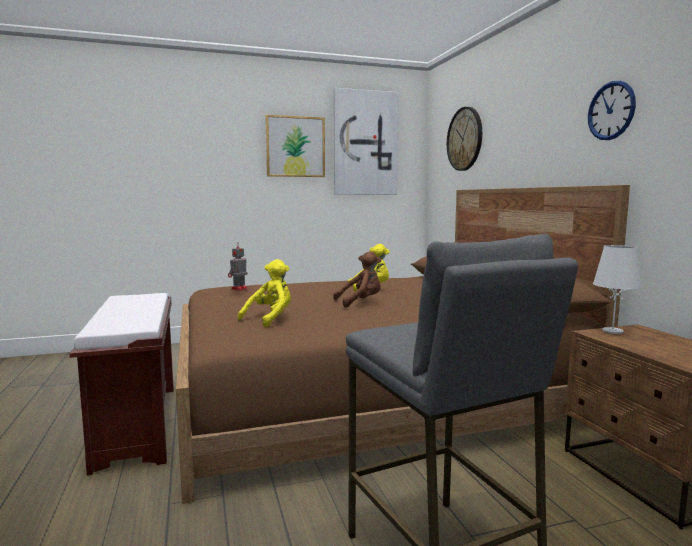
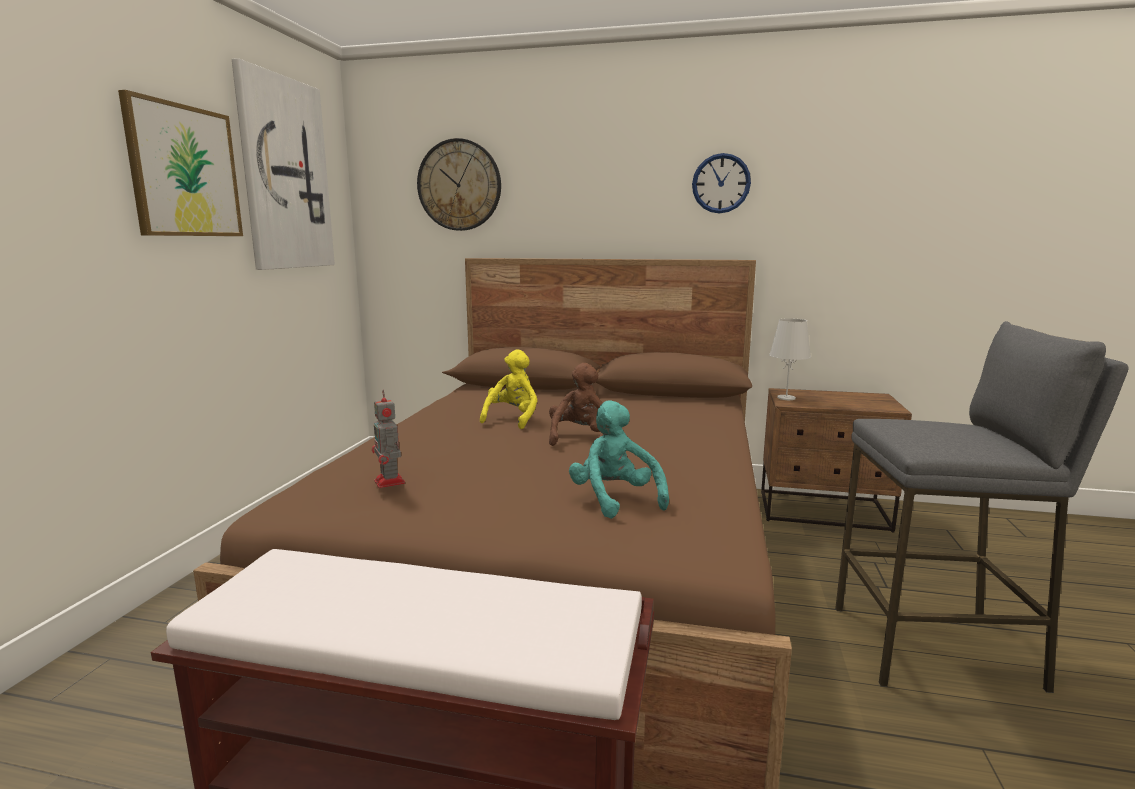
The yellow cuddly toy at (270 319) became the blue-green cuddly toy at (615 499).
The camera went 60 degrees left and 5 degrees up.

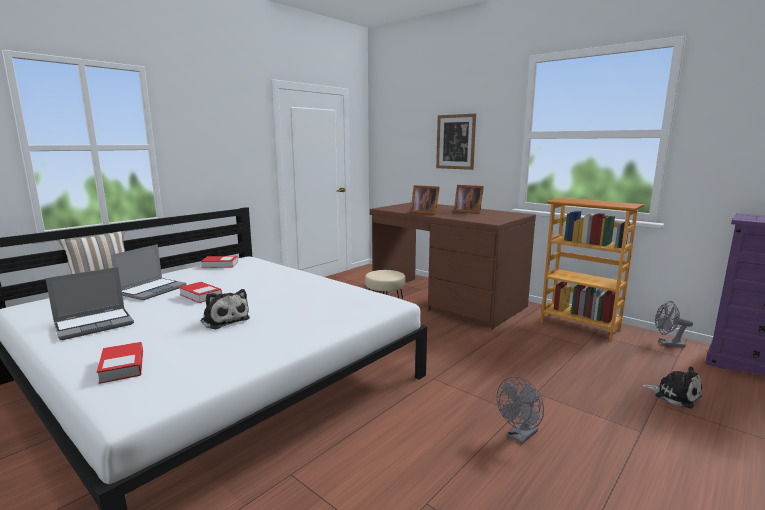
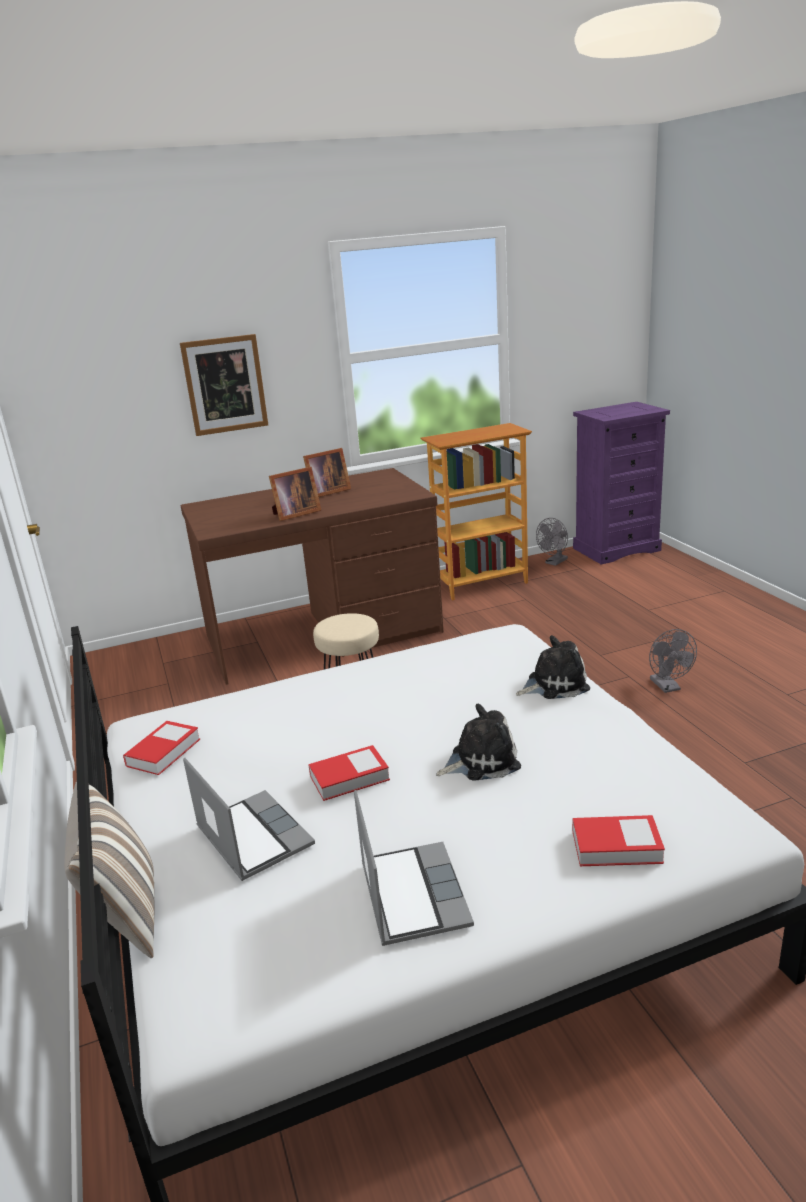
The cuddly toy moved from (674 395) to (554 684).
The camera went 60 degrees left and 10 degrees up.

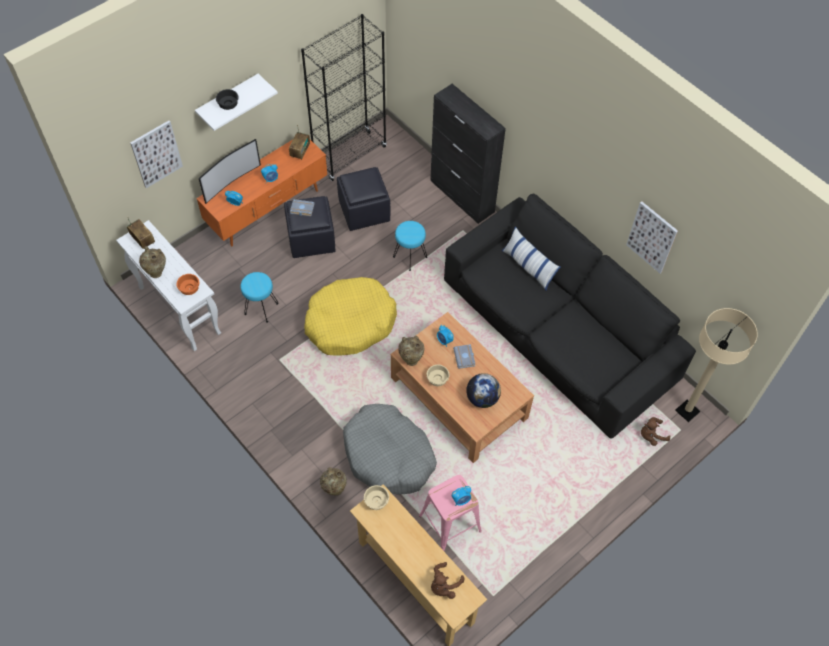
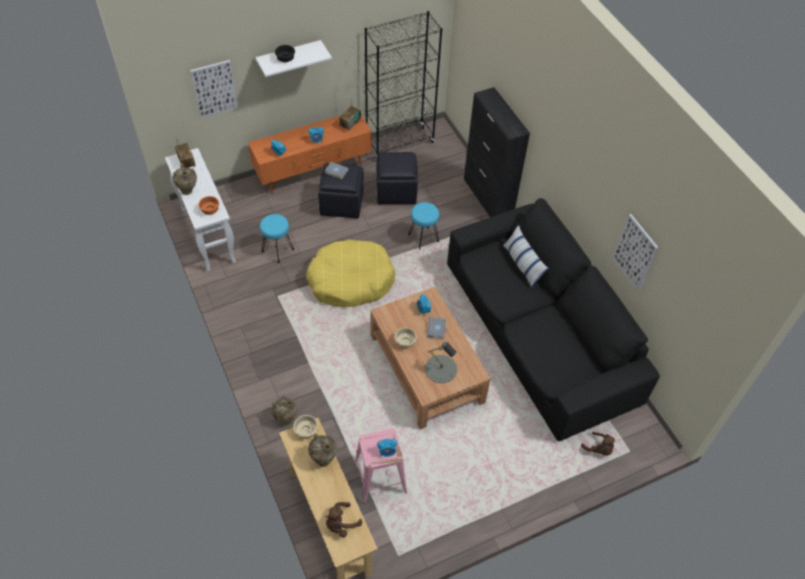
The beige flower vase moved from (411 359) to (323 459).
The desk globe at (482 398) was replaced by the gray table lamp at (441 369).
The brown cuddly toy at (651 435) turned 135 degrees counterclockwise.
The television at (231 182) disappeared.
The gray pet bed at (388 455) disappeared.
The beige standing lamp at (687 411) disappeared.
The camera went 15 degrees right and 5 degrees down.

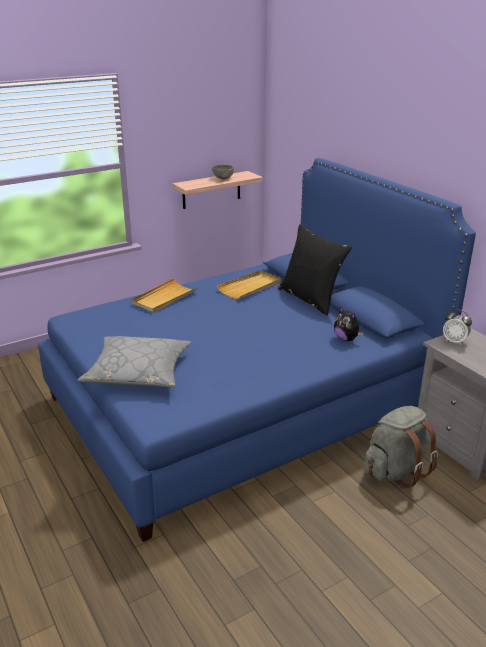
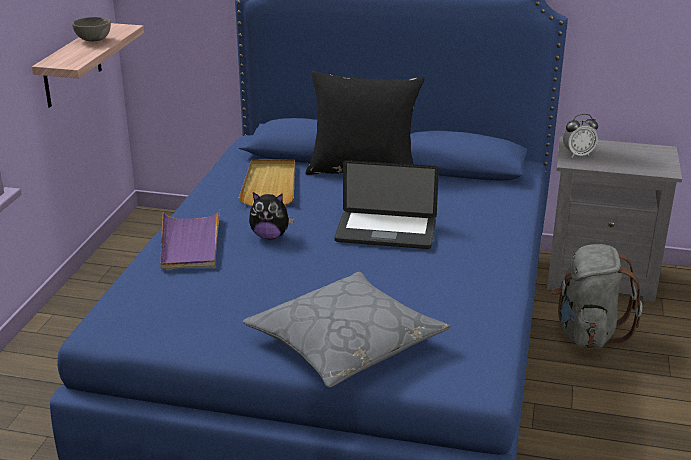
The beige tray at (164 298) became the purple tray at (190 243).
The cuddly toy moved from (346 339) to (270 236).
The portable computer at (385 232) appeared.
The camera went 45 degrees left and 0 degrees up.

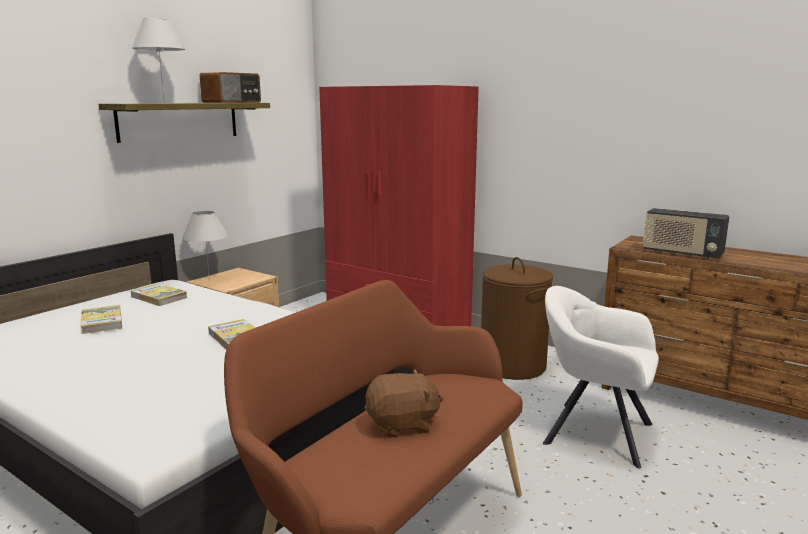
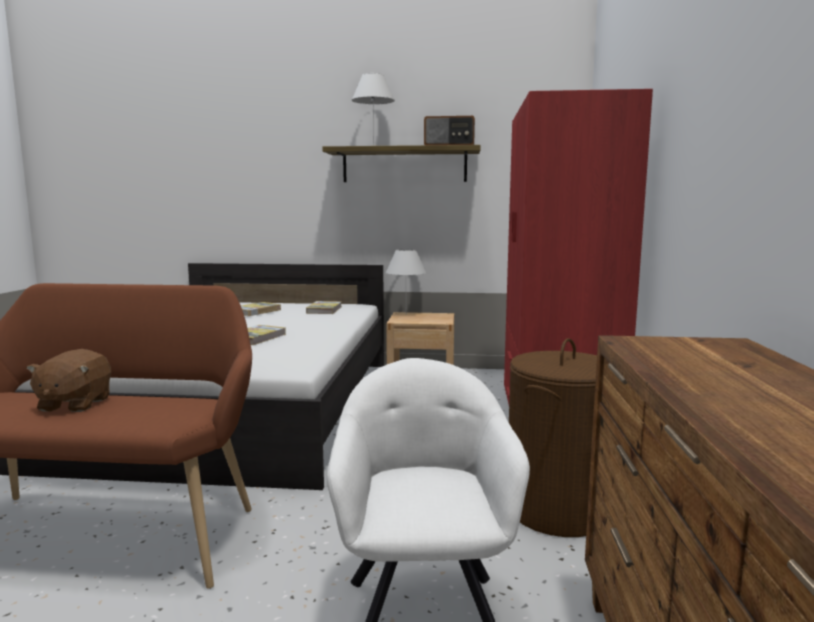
The brown cuddly toy at (402 425) turned 45 degrees clockwise.
The radio set at (681 253) disappeared.
The camera went 60 degrees right and 5 degrees down.

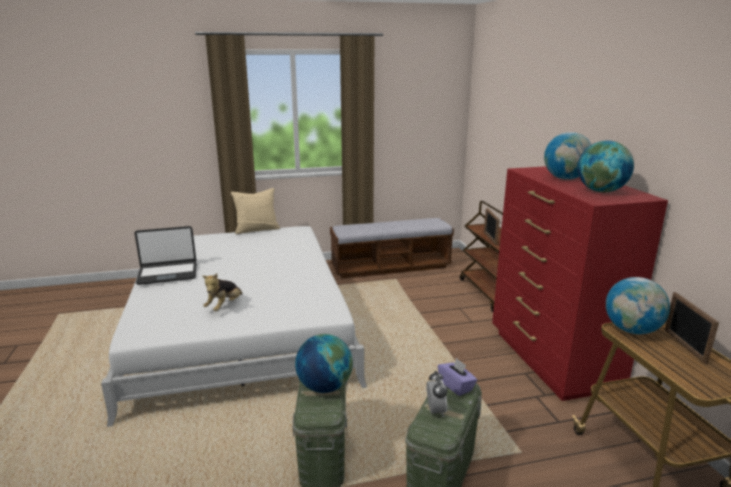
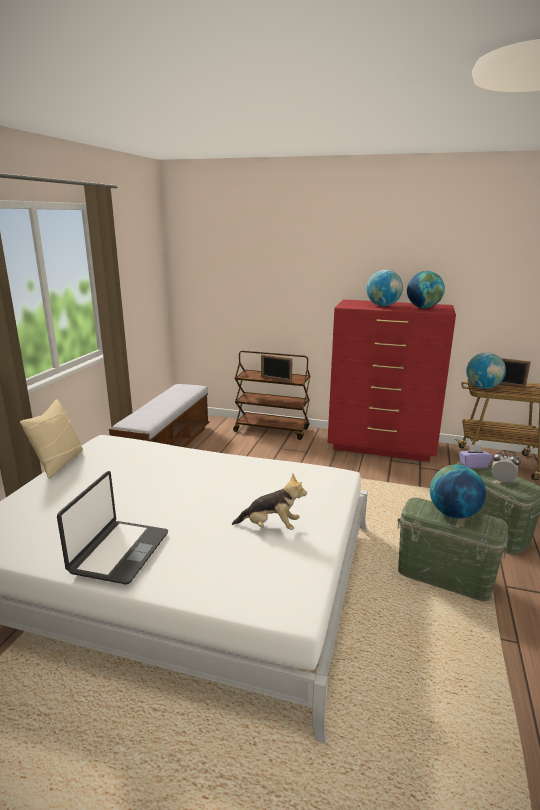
The cuddly toy at (224 306) turned 45 degrees counterclockwise.
The camera went 60 degrees left and 0 degrees up.

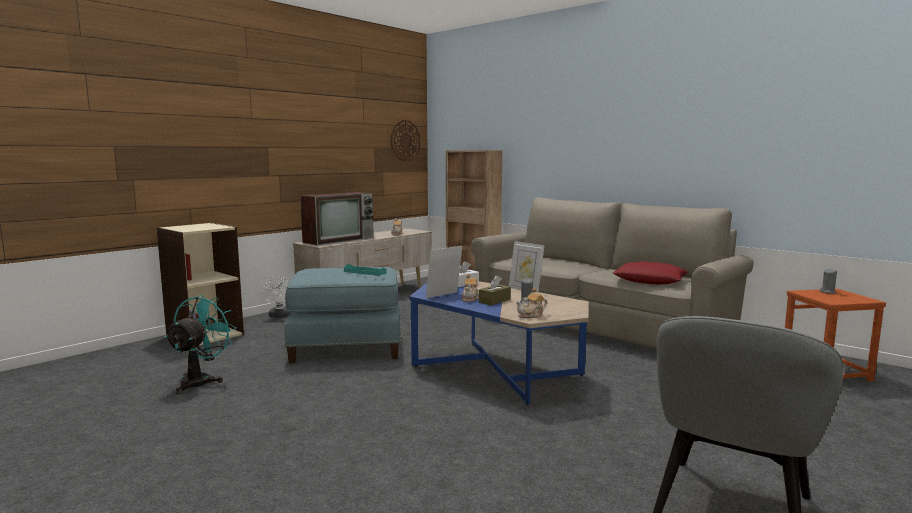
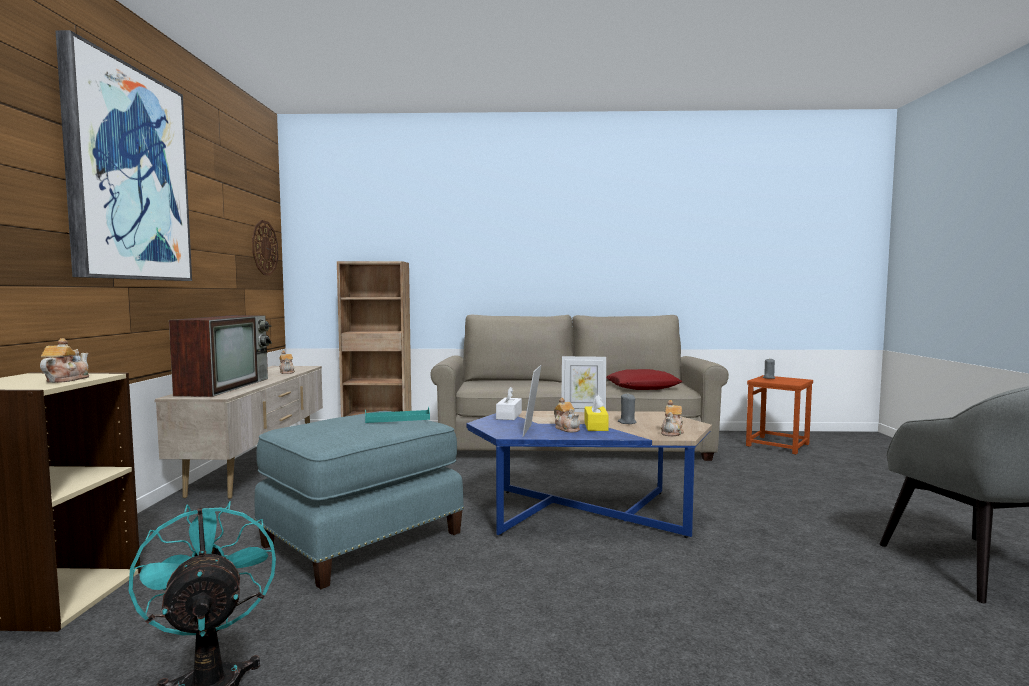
The tea pot at (65 380) appeared.
The wall art at (127 174) appeared.
The brown box of tissues at (494 301) became the yellow box of tissues at (596 426).
The white-coloured electric fan at (279 316) disappeared.
The camera went 40 degrees left and 5 degrees down.

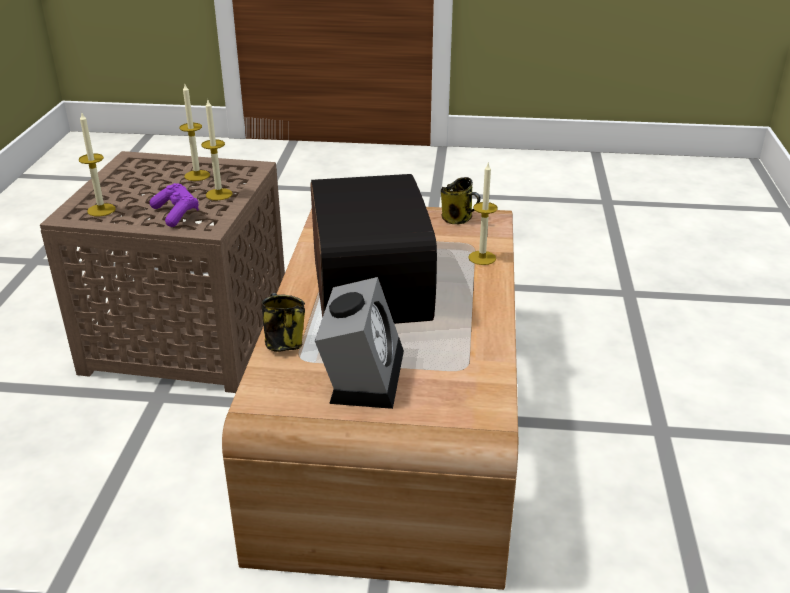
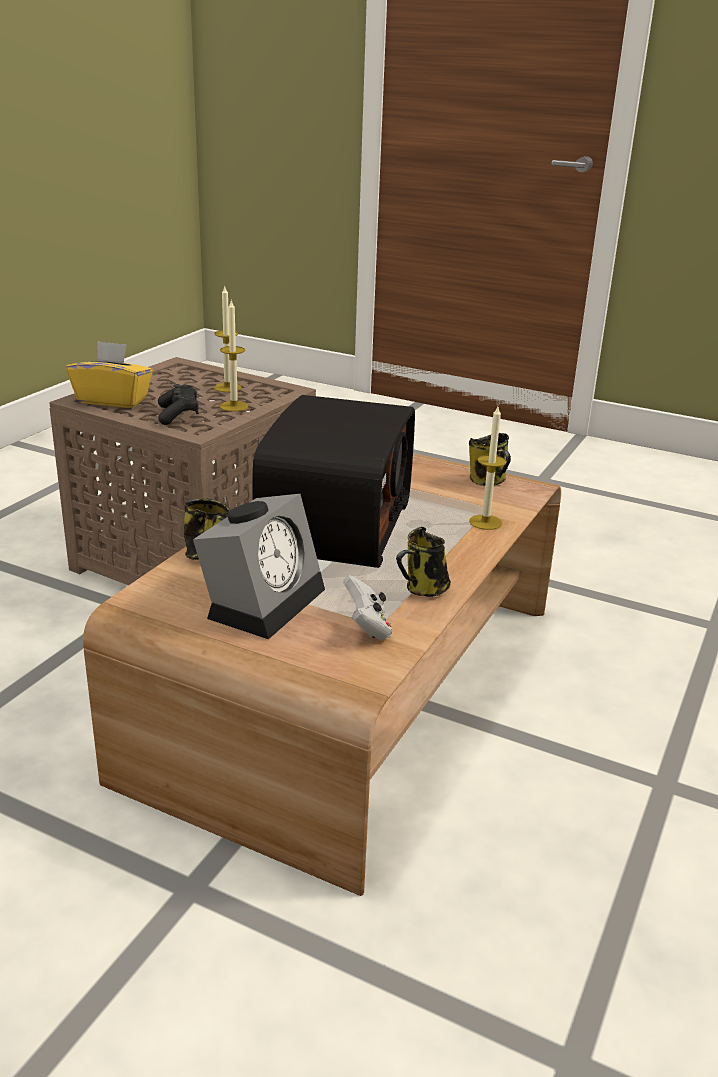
The wax light at (101 210) was replaced by the yellow box of tissues at (113 400).
The purple game controller at (176 214) became the black game controller at (178 415).
The white-coloured game controller at (367 627) appeared.
The coffee mug at (423 590) appeared.
The camera went 20 degrees right and 5 degrees down.

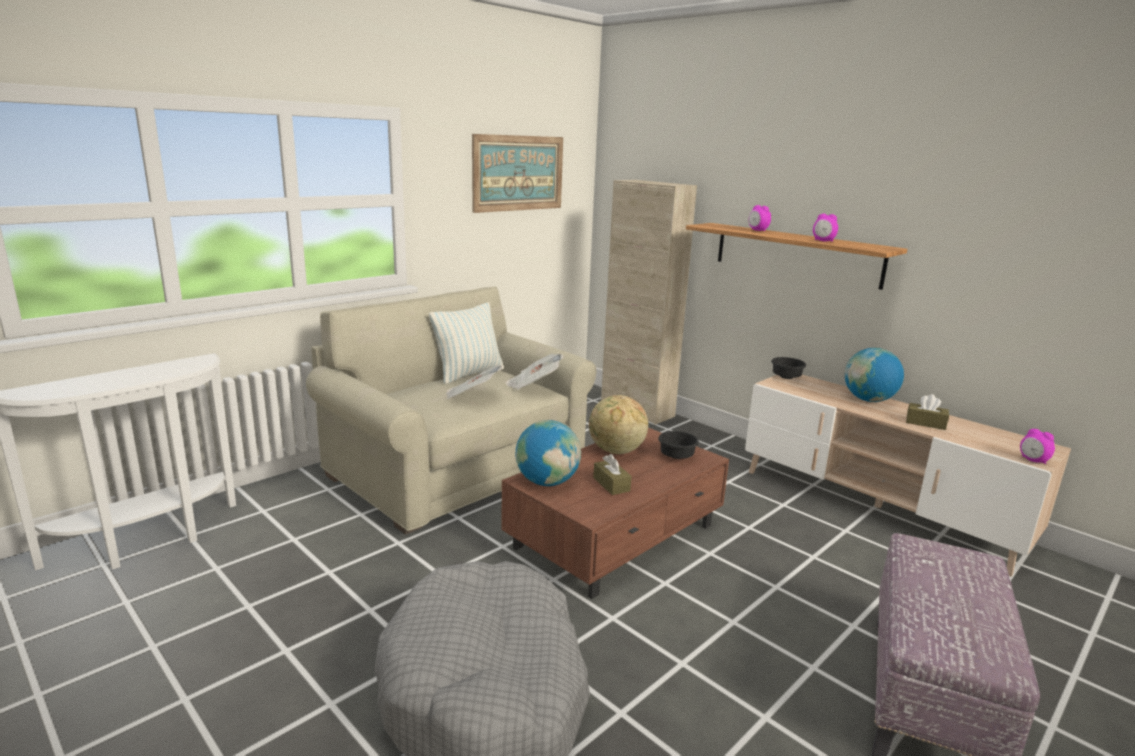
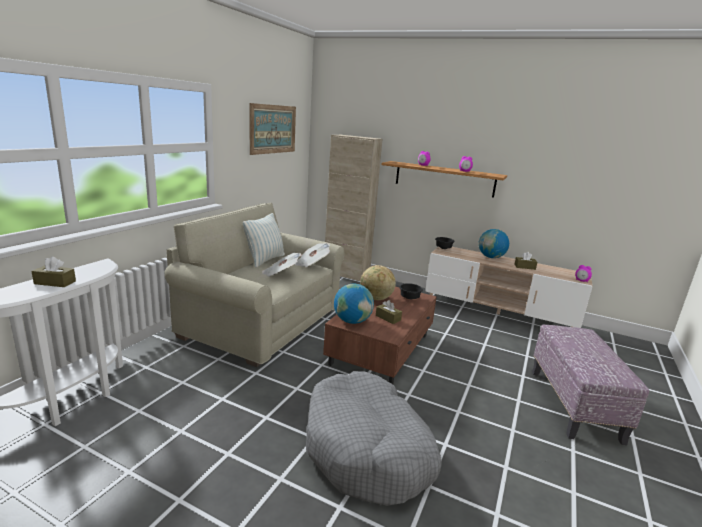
The brown box of tissues at (55 282) appeared.
The camera went 20 degrees left and 0 degrees up.

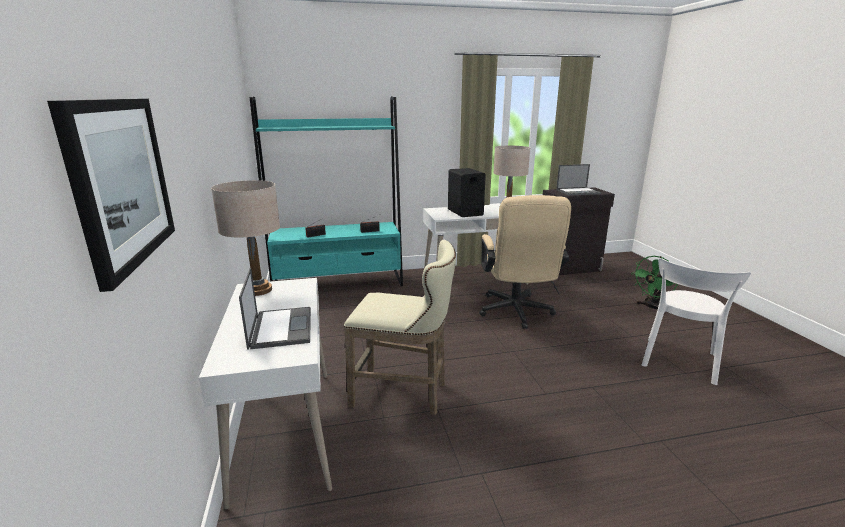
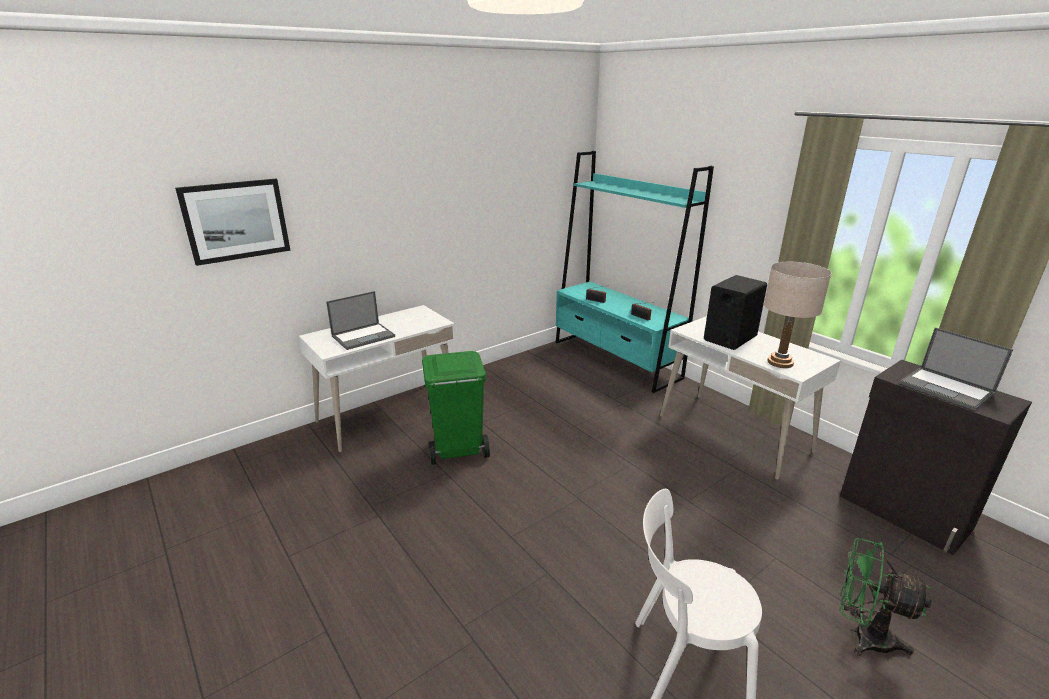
The beige stool seat at (404 394) was replaced by the green rubbish bin at (457 451).
The beige table lamp at (258 290) disappeared.
The beige computer chair at (516 313) disappeared.
The camera went 65 degrees right and 5 degrees up.

